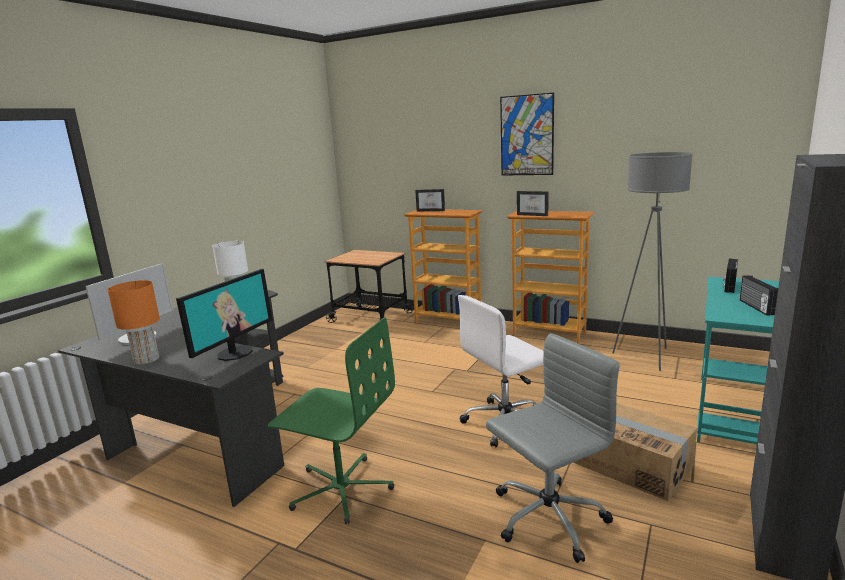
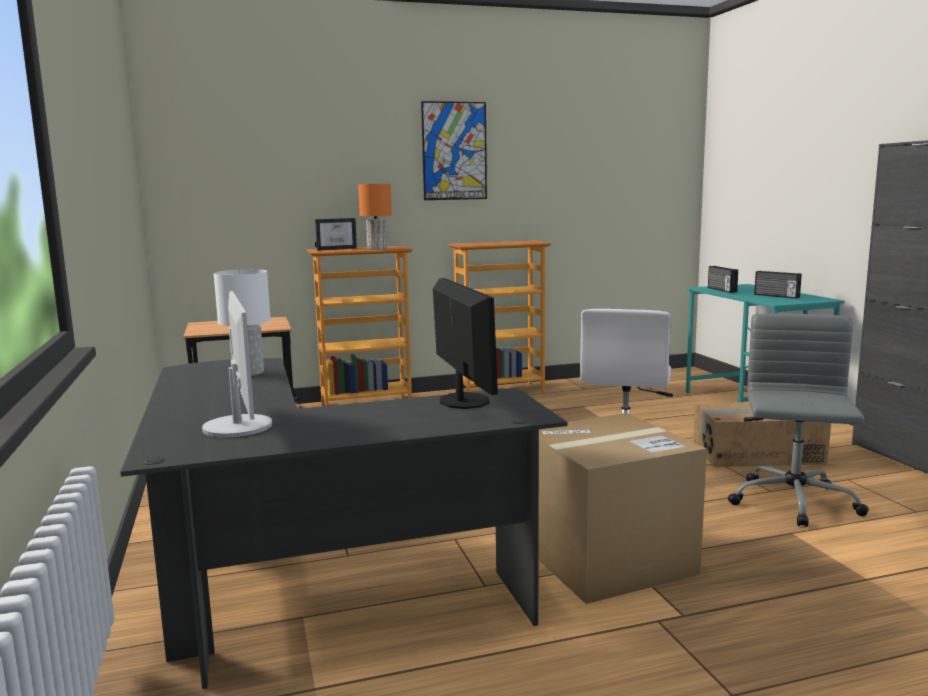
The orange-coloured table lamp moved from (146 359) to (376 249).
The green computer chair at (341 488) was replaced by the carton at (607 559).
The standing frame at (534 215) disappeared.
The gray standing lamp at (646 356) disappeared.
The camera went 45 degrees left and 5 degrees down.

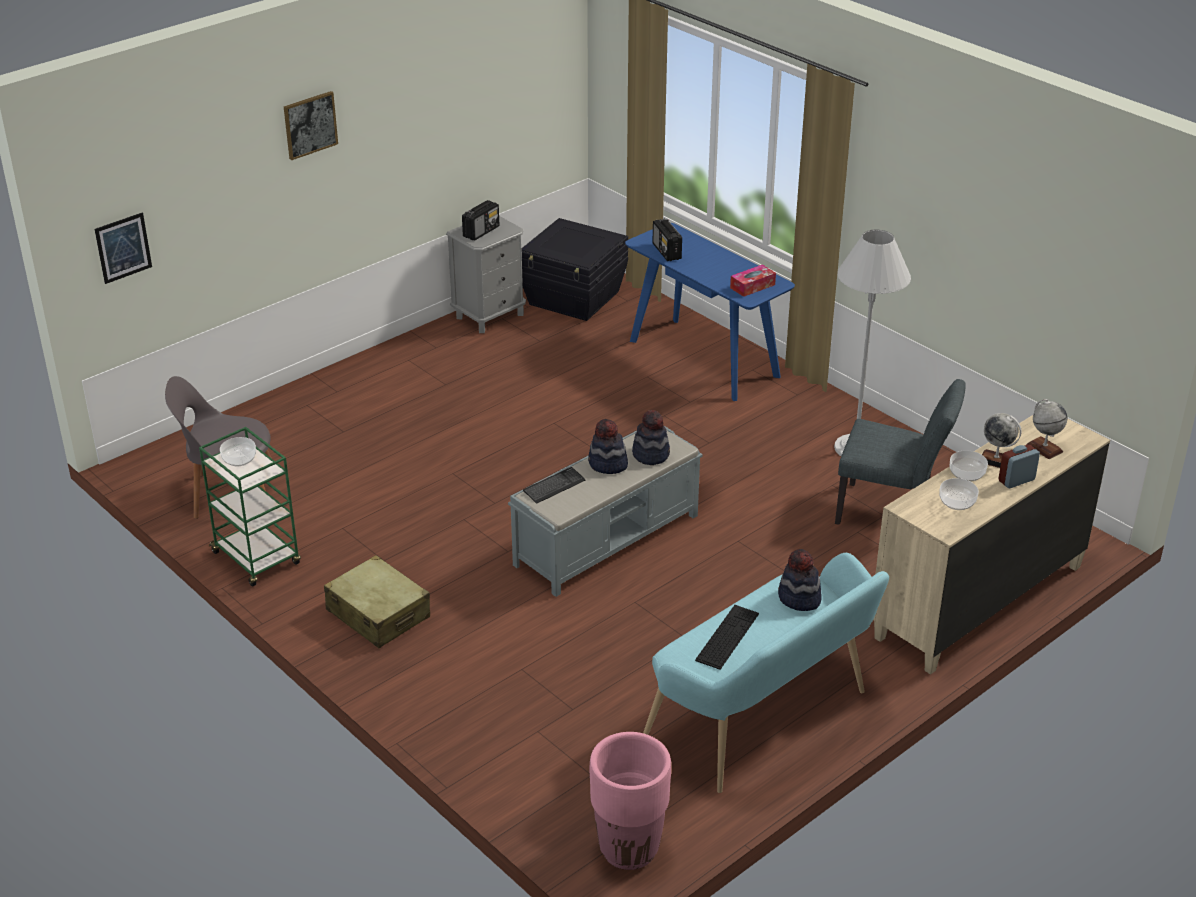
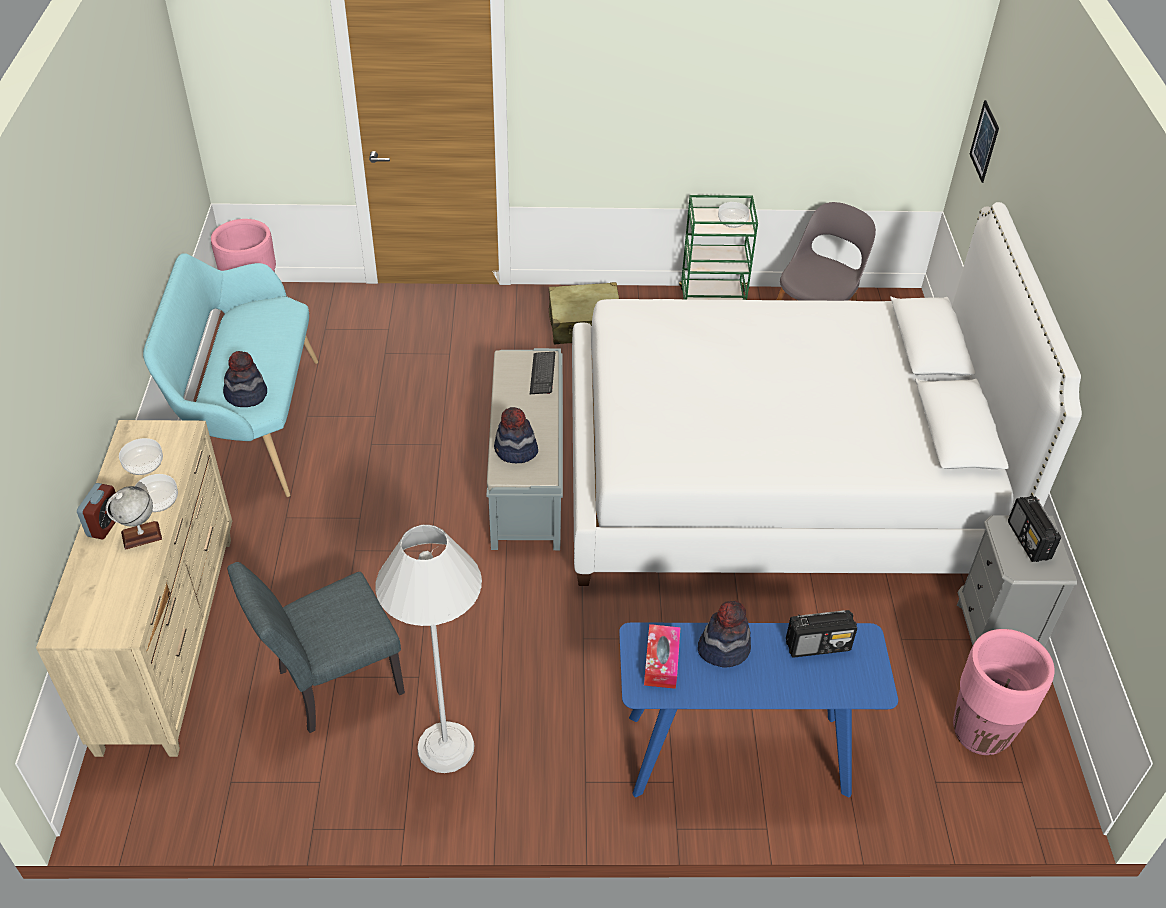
The white-coloured bed at (775 478) appeared.
The hat moved from (607 464) to (723 648).
The radio set at (666 252) turned 150 degrees clockwise.
The black storage container at (574 298) was replaced by the pink-coloured planter at (980 733).
The wall art at (310 125) disappeared.
The keyboard at (727 637) disappeared.
The desk globe at (1044 448) disappeared.
The camera went 130 degrees right and 10 degrees up.

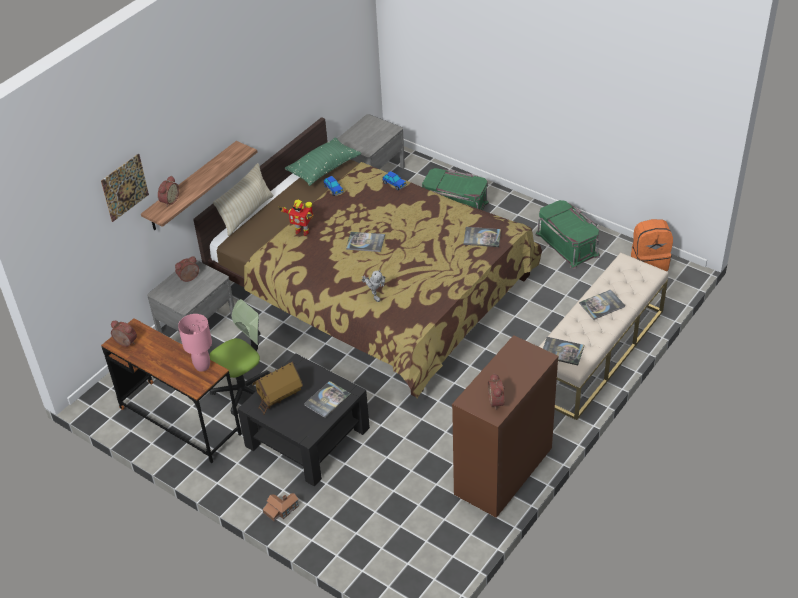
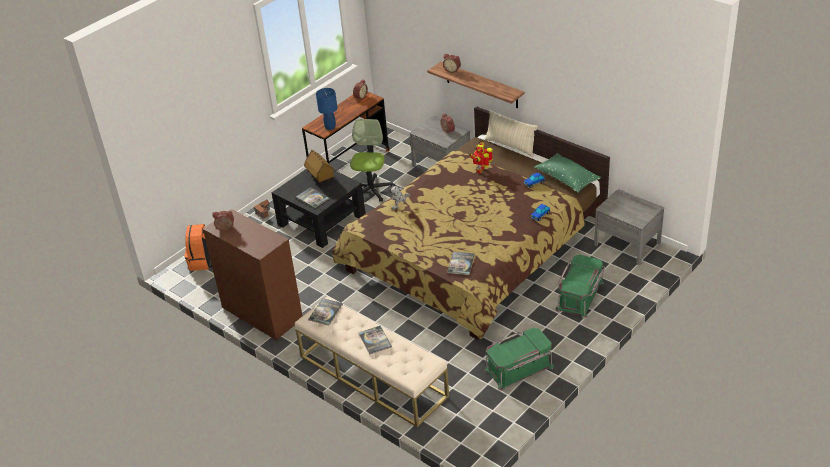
The orange-coloured rucksack moved from (649 262) to (203 261).
The pink-coloured table lamp at (202 366) became the bluish table lamp at (330 127).
The computer chair at (244 391) turned 135 degrees counterclockwise.
The wall art at (125 187) disappeared.
The volume at (365 242) disappeared.
The camera went 95 degrees right and 5 degrees down.

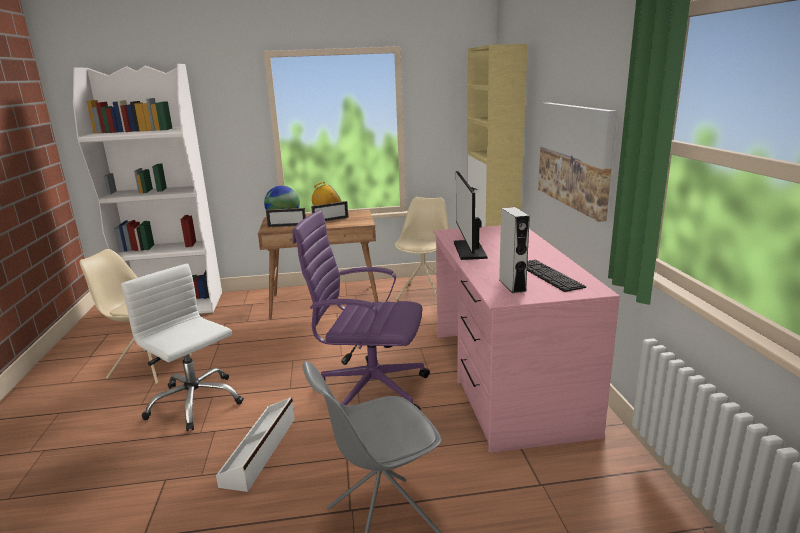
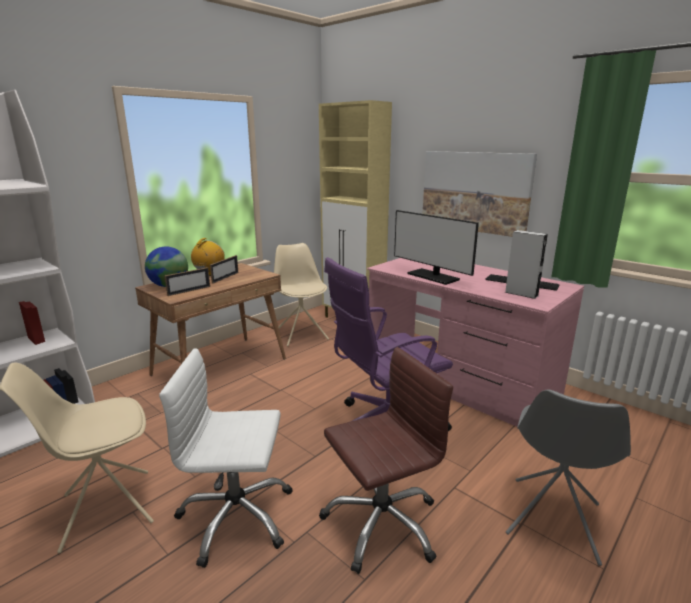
The white-coloured storage container at (261 450) was replaced by the brown computer chair at (381 523).
The camera went 40 degrees left and 0 degrees up.

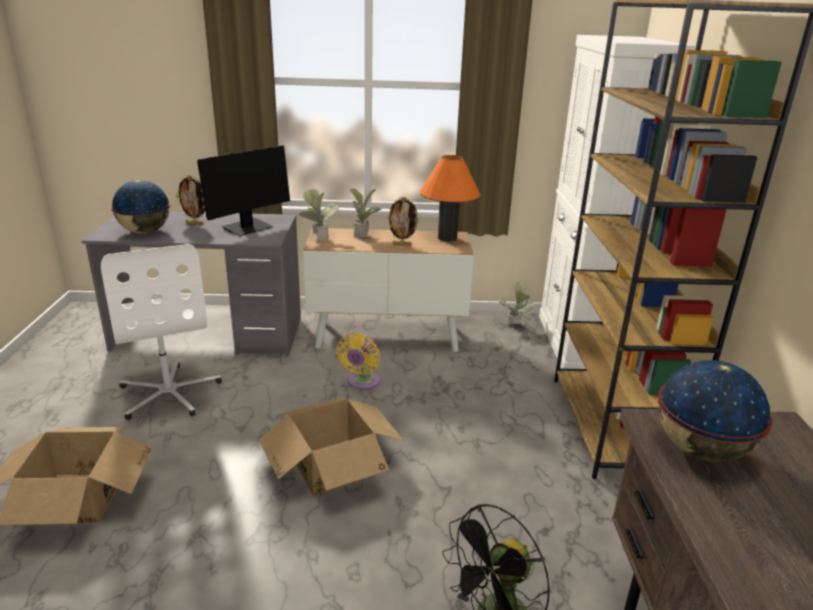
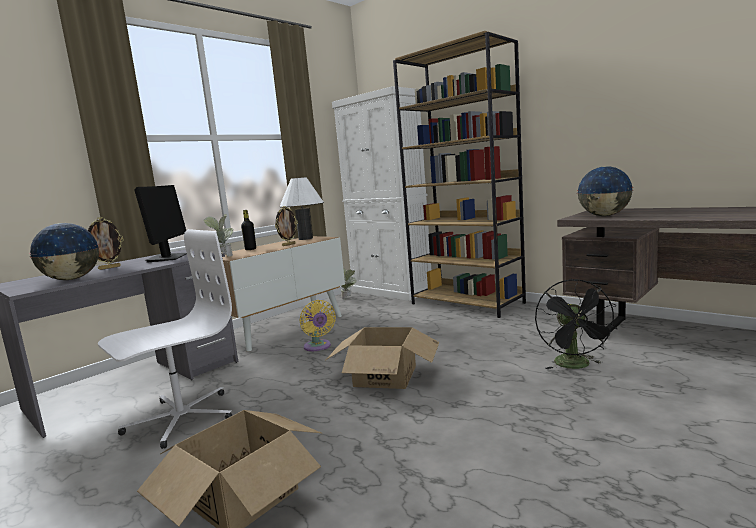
The white-coloured computer chair at (169 393) turned 60 degrees counterclockwise.
The plant in a pot at (364 234) was replaced by the black beverage bottle at (250 249).
The orange-coloured table lamp at (447 238) became the white-coloured table lamp at (305 238).
The camera went 45 degrees left and 15 degrees down.

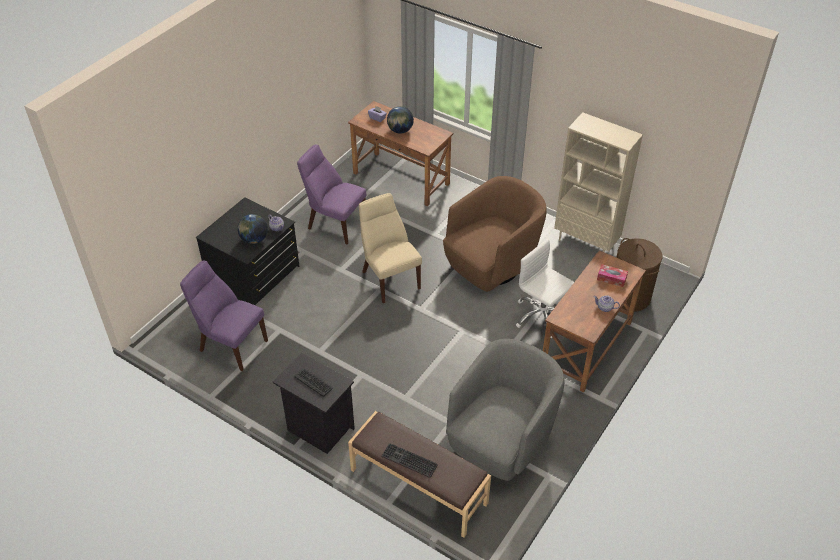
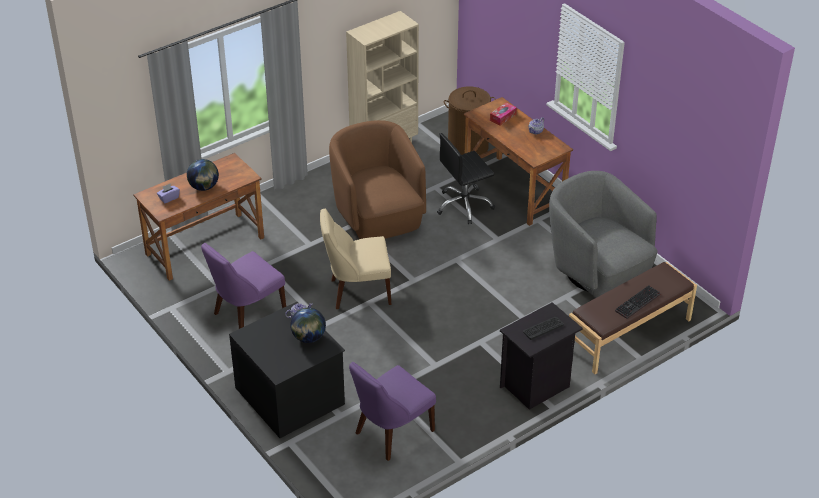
The white-coloured computer chair at (541 316) became the black computer chair at (464 205).
The camera went 70 degrees left and 5 degrees down.

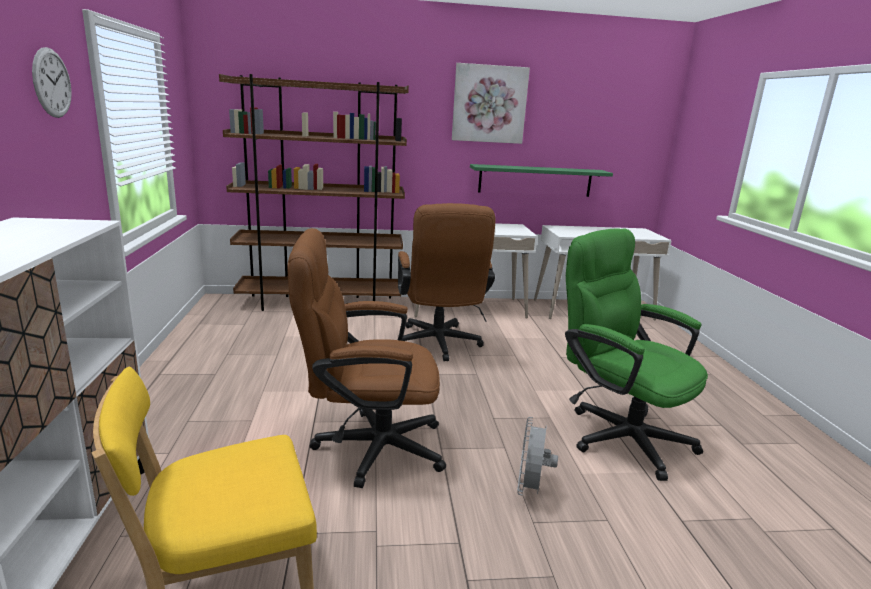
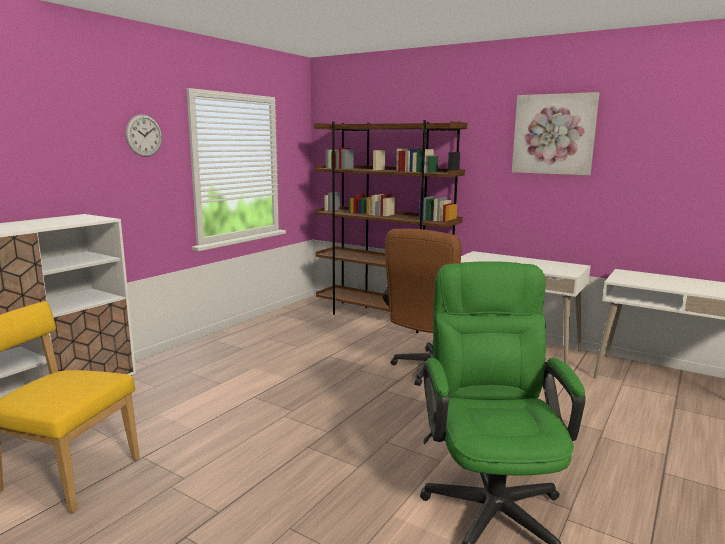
The brown computer chair at (367 447) disappeared.
The green wall shelf at (535 180) disappeared.
The gray electric fan at (530 489) disappeared.
The camera went 40 degrees right and 5 degrees down.

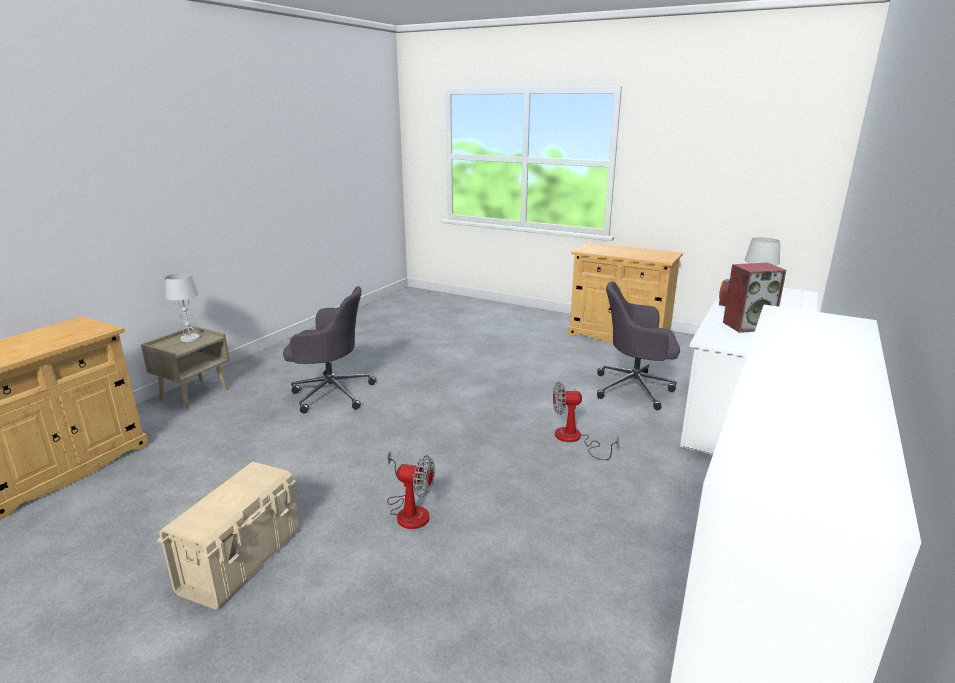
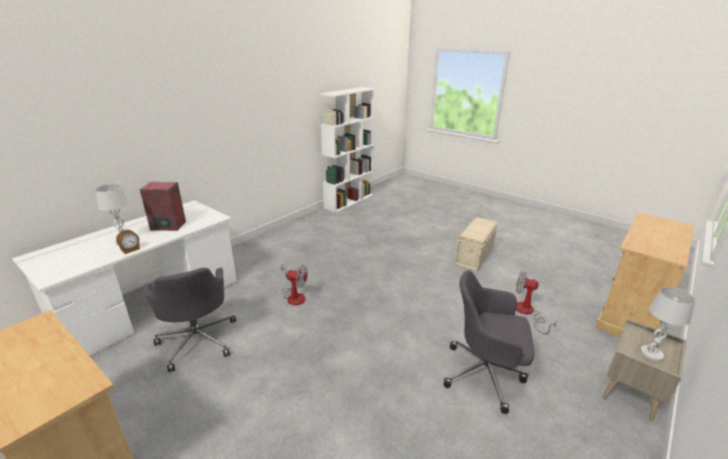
The gray computer chair at (635 389) turned 45 degrees clockwise.
The electric fan moved from (409 510) to (527 313).
The camera went 170 degrees left and 5 degrees up.

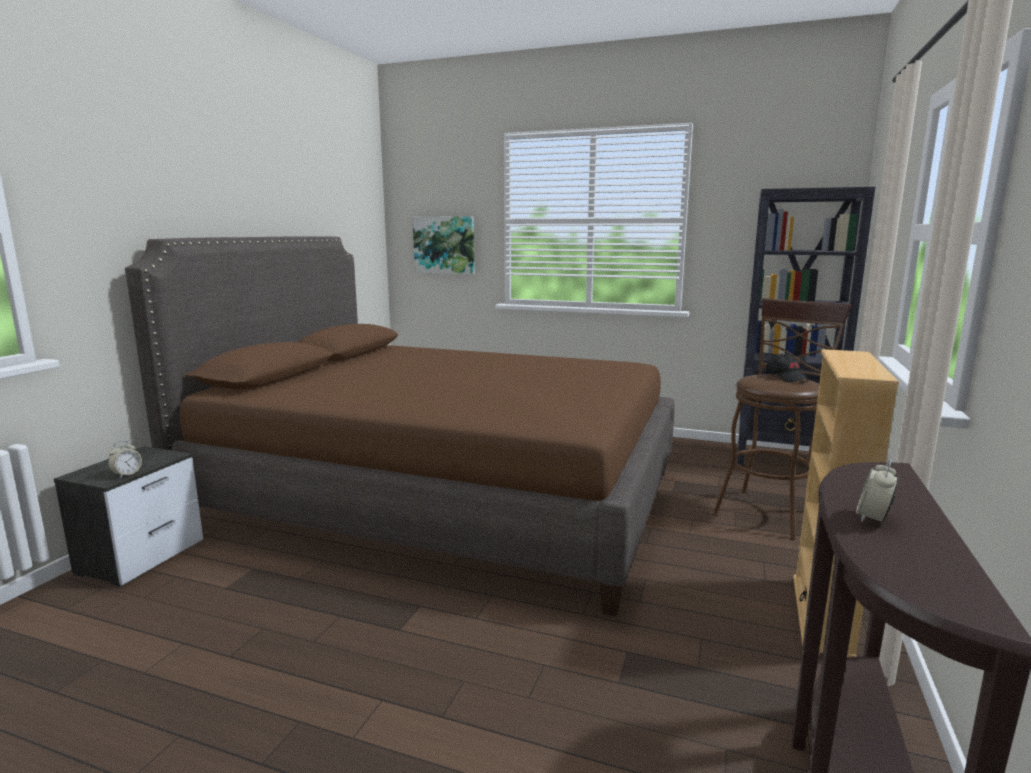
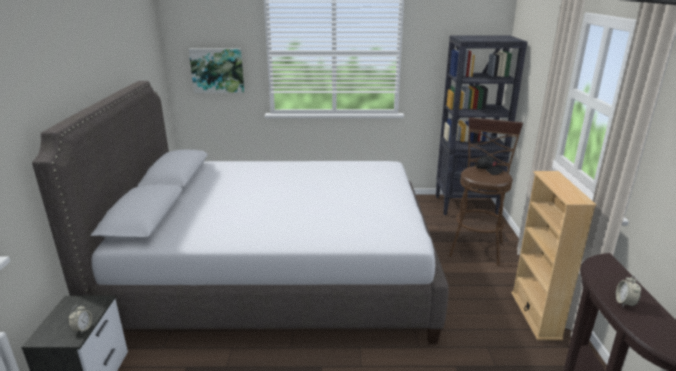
The brown bed at (442 496) became the gray bed at (277 274).
The camera went 20 degrees left and 10 degrees up.

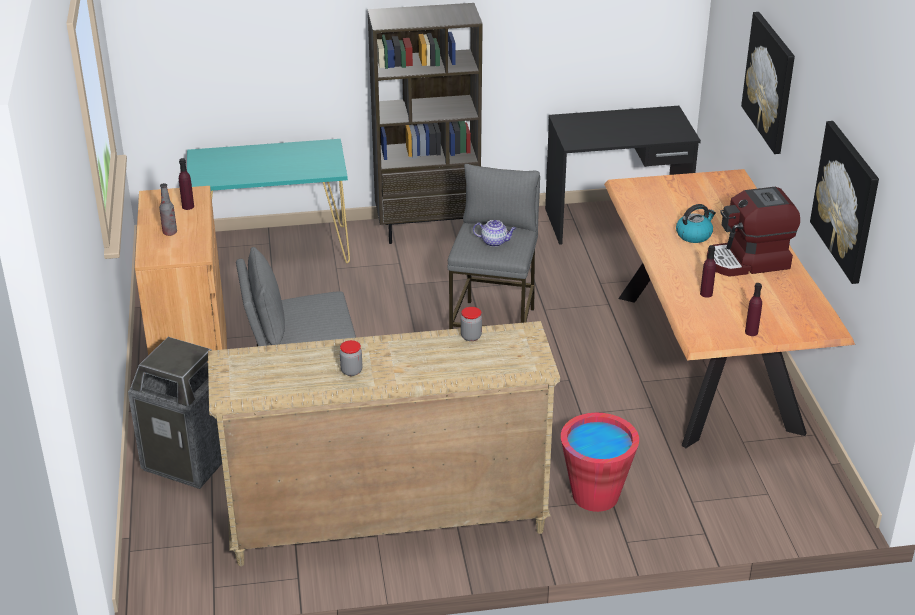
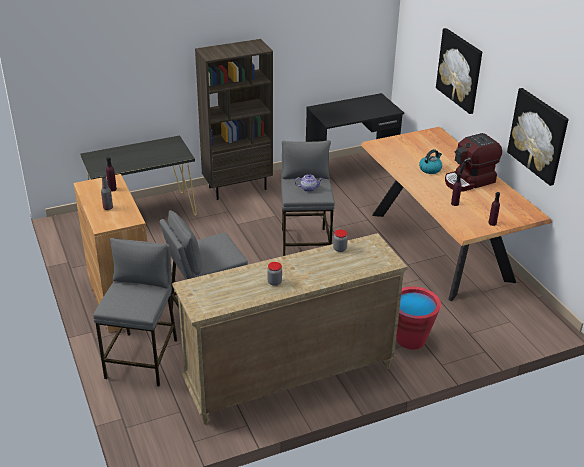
The blue-green narrow table at (274 250) became the black narrow table at (143 213).
The rubbish bin at (190 459) was replaced by the gray stool seat at (143 358).
The camera went 15 degrees left and 0 degrees up.

